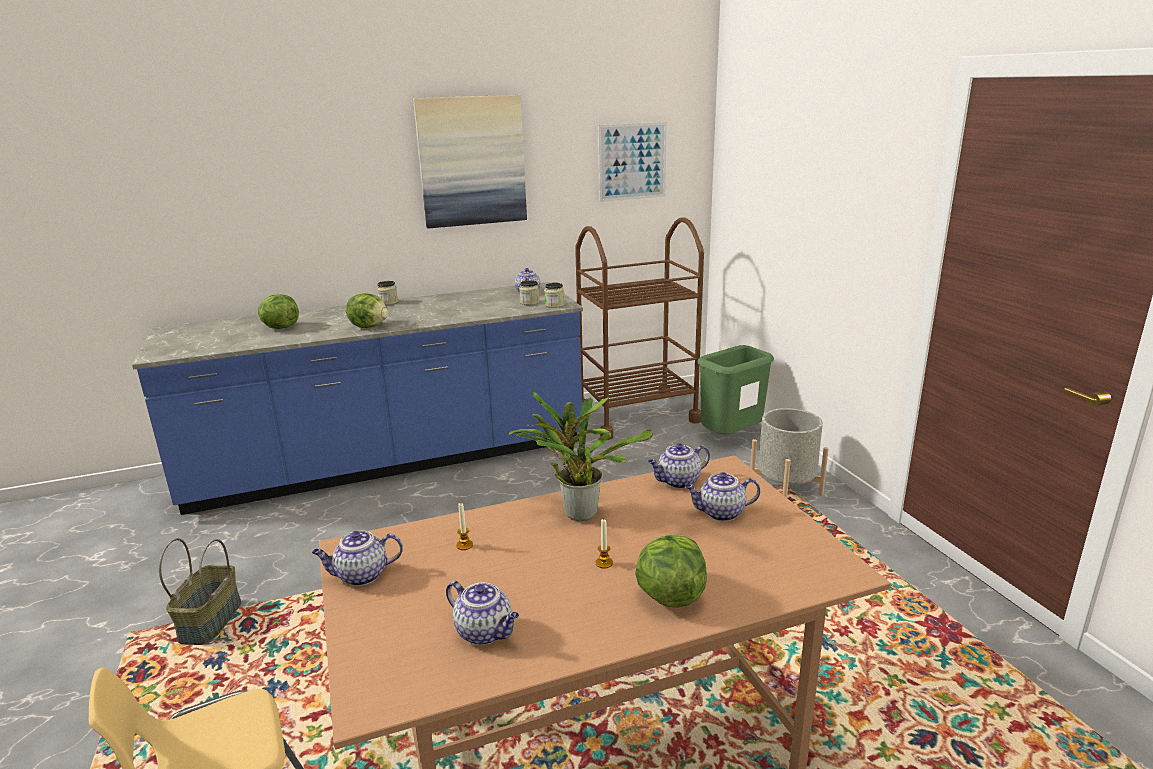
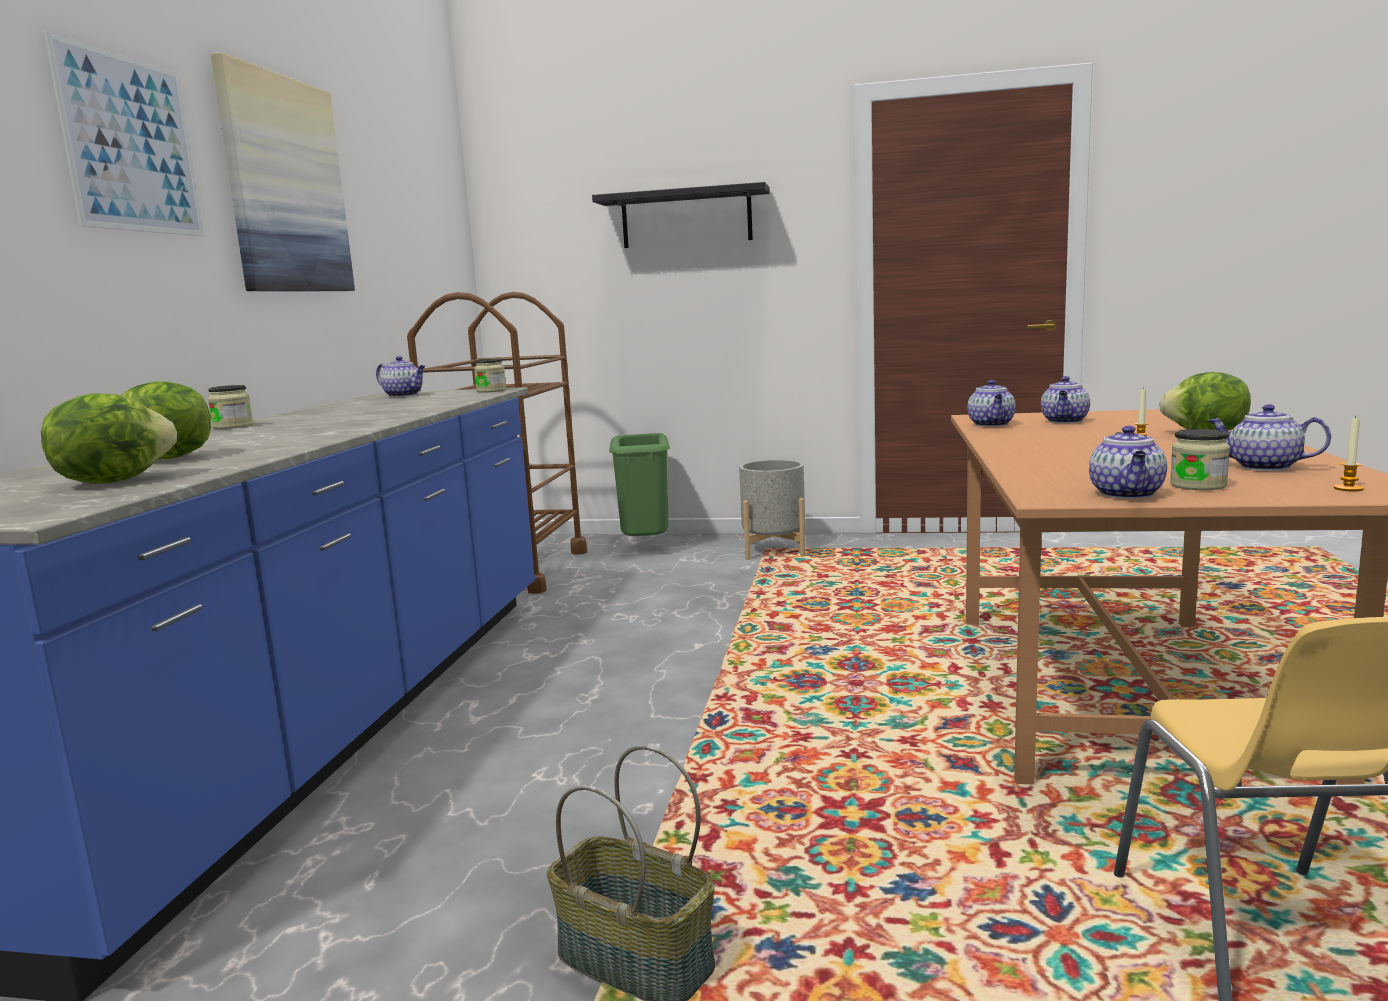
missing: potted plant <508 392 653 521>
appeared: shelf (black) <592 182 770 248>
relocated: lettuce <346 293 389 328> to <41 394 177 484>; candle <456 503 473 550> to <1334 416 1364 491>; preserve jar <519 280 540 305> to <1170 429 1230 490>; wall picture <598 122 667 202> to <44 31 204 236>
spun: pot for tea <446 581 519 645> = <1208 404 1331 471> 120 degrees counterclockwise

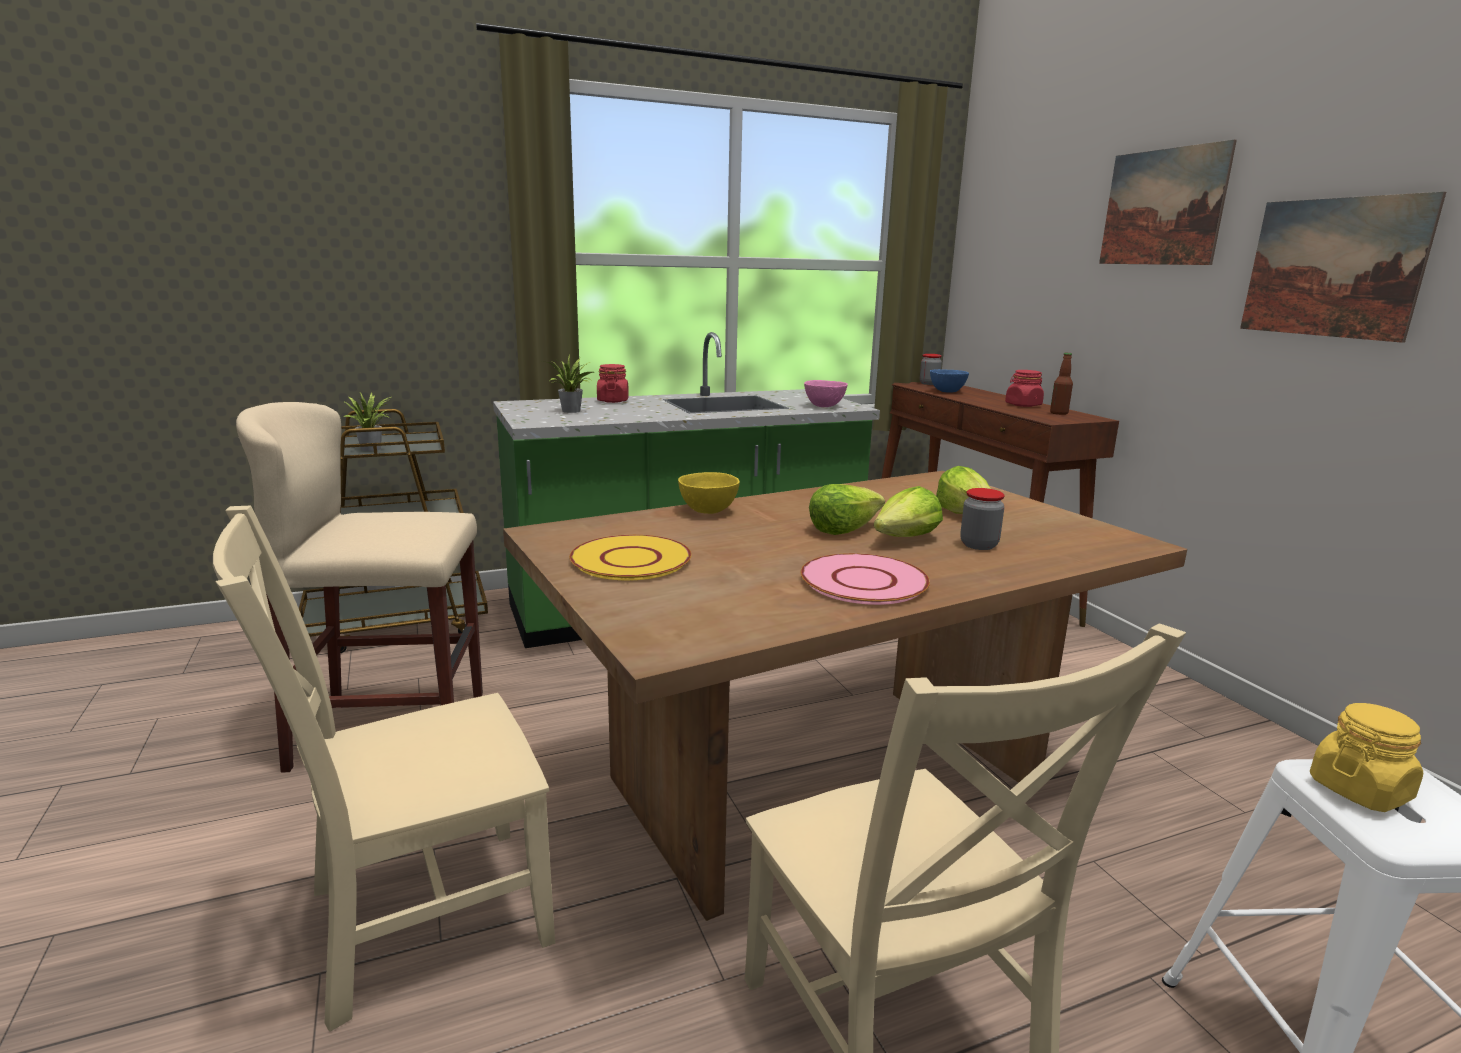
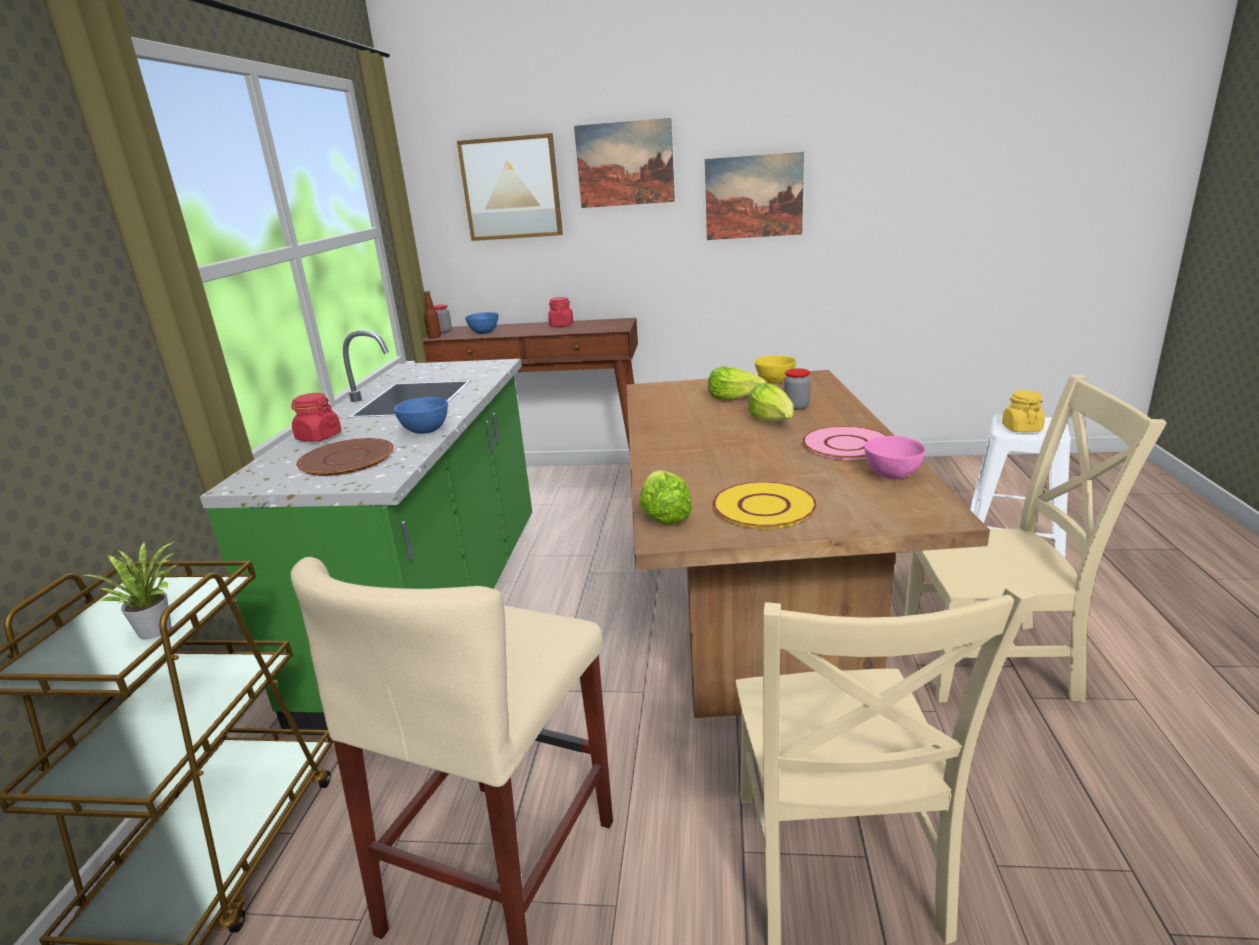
appeared: bowl (blue) <394 397 448 434>; wall picture <457 133 563 241>
relocated: bowl (yellow) <678 472 740 514> to <754 356 796 384>; bowl (pink-coloured) <804 380 848 407> to <864 436 926 480>; lettuce <809 484 885 535> to <639 470 692 525>; drink bottle <1050 353 1073 415> to <424 291 441 339>
exchanged: potted plant <548 355 594 413> to plate (brown) <296 438 394 476>

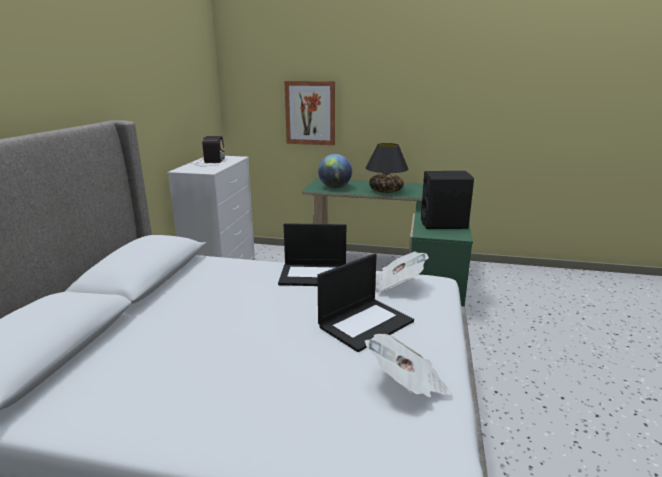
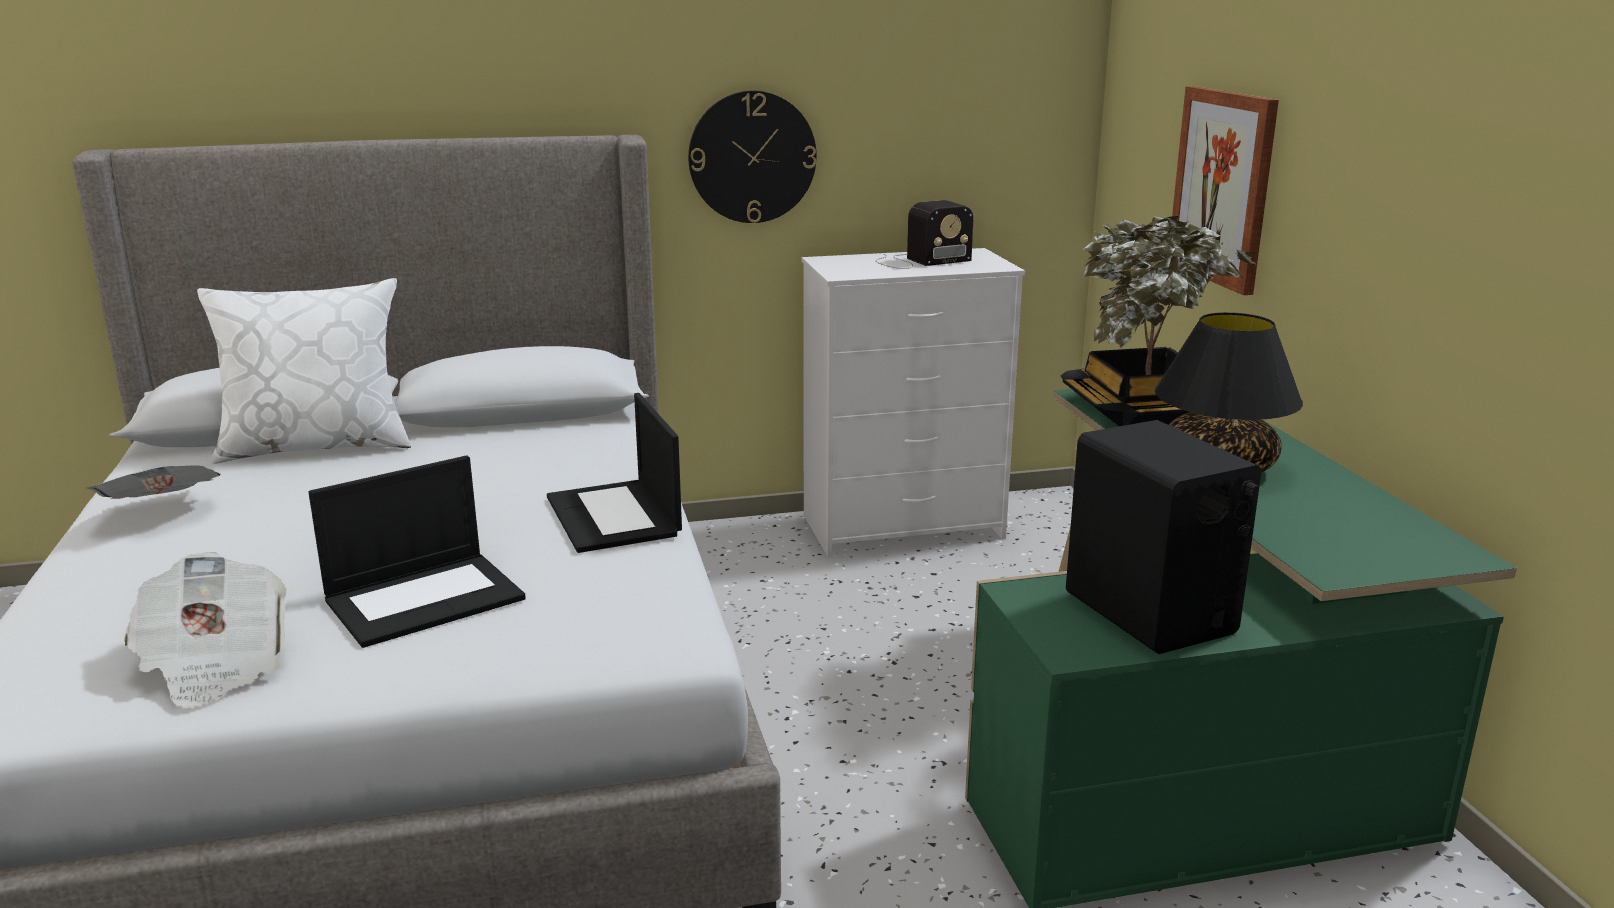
appeared: throw pillow (whitish) <197 278 411 464>; hanging clock <688 91 817 223>
relocated: printed paper <375 252 429 292> to <87 465 221 499>
exchanged: world globe <318 154 352 188> to potted plant <1060 216 1257 426>
spun: notebook computer <317 253 414 352> = <308 455 526 648> 60 degrees counterclockwise

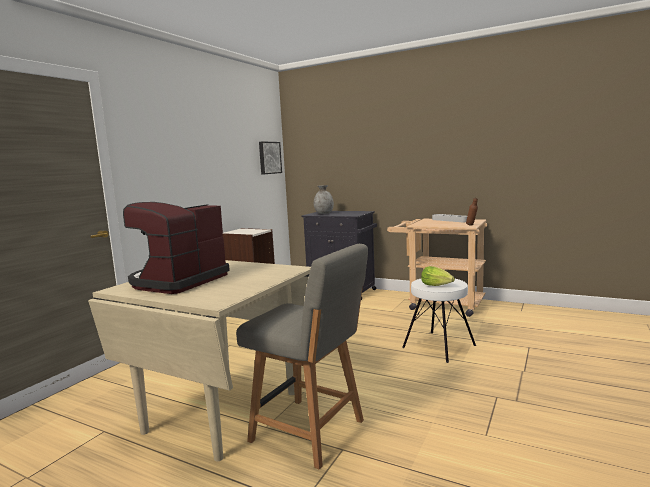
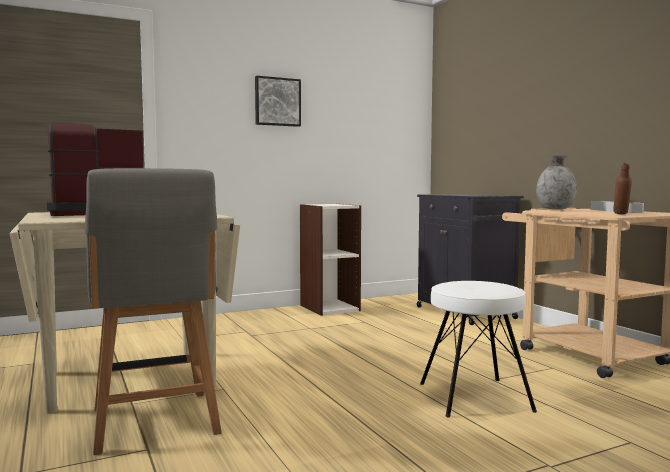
missing: lettuce <421 266 455 286>
relocated: wall picture <259 141 282 175> to <255 76 301 127>; flower vase (gray) <314 185 334 214> to <536 156 577 209>

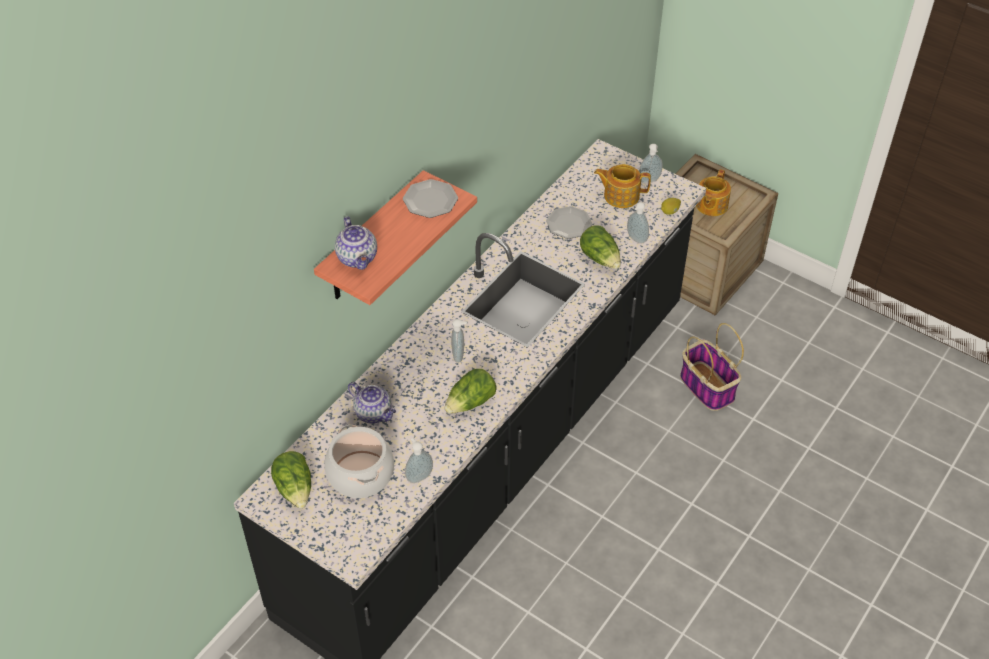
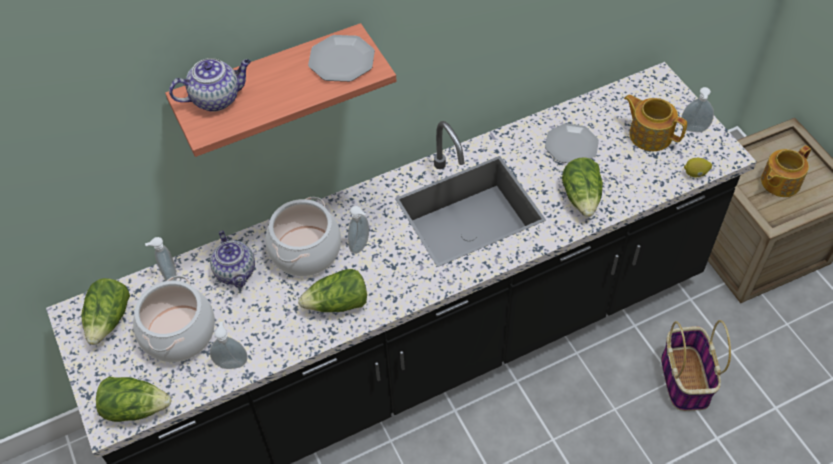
appeared: lettuce <96 377 171 422>; saucepot <265 197 341 276>
relocated: liquid soap bottle <627 202 649 244> to <145 237 177 281>
spun: pot for tea <335 216 377 270> = <169 58 251 112> 120 degrees counterclockwise

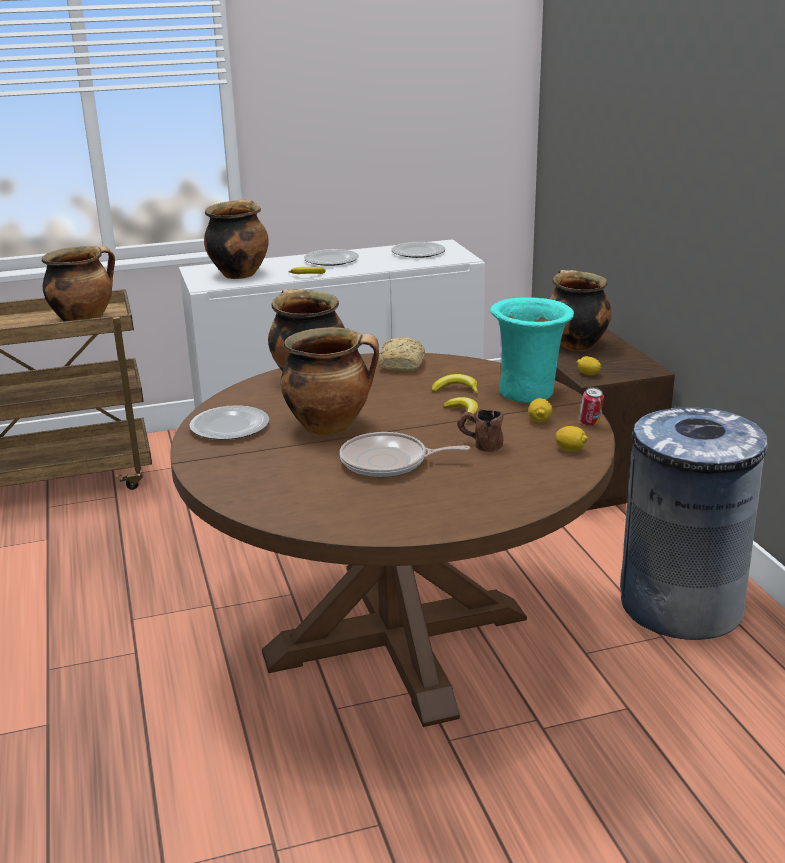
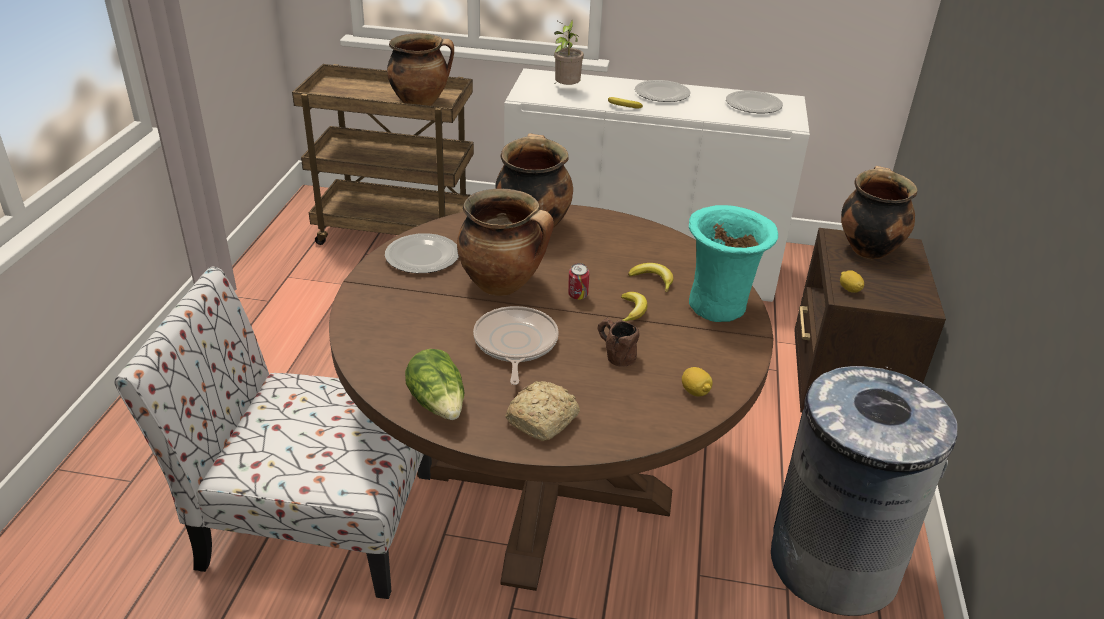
missing: lemon <528 398 552 423>
appeared: chair <114 267 432 599>; lettuce <405 349 464 420>
relocated: bread <379 337 425 371> to <505 381 580 441>; metal can <579 387 604 426> to <568 263 589 300>
exchanged: saucepot <204 199 269 279> to potted plant <554 20 584 85>
spun: frying pan <340 432 470 477> = <473 306 559 385> 60 degrees clockwise

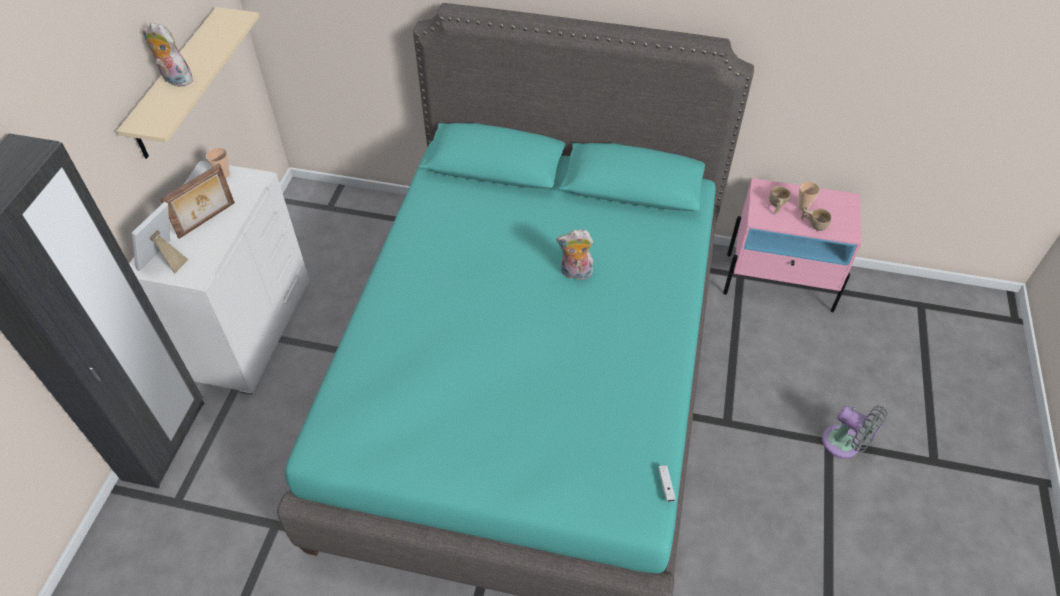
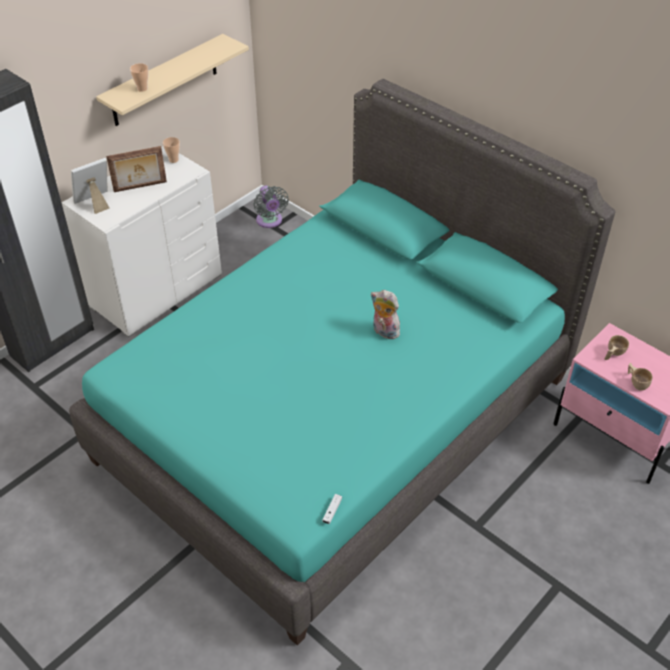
missing: cuddly toy <143 22 193 87>
relocated: small cup <798 182 820 210> to <130 63 149 92>; electric fan (gray) <822 406 888 458> to <253 186 289 228>

